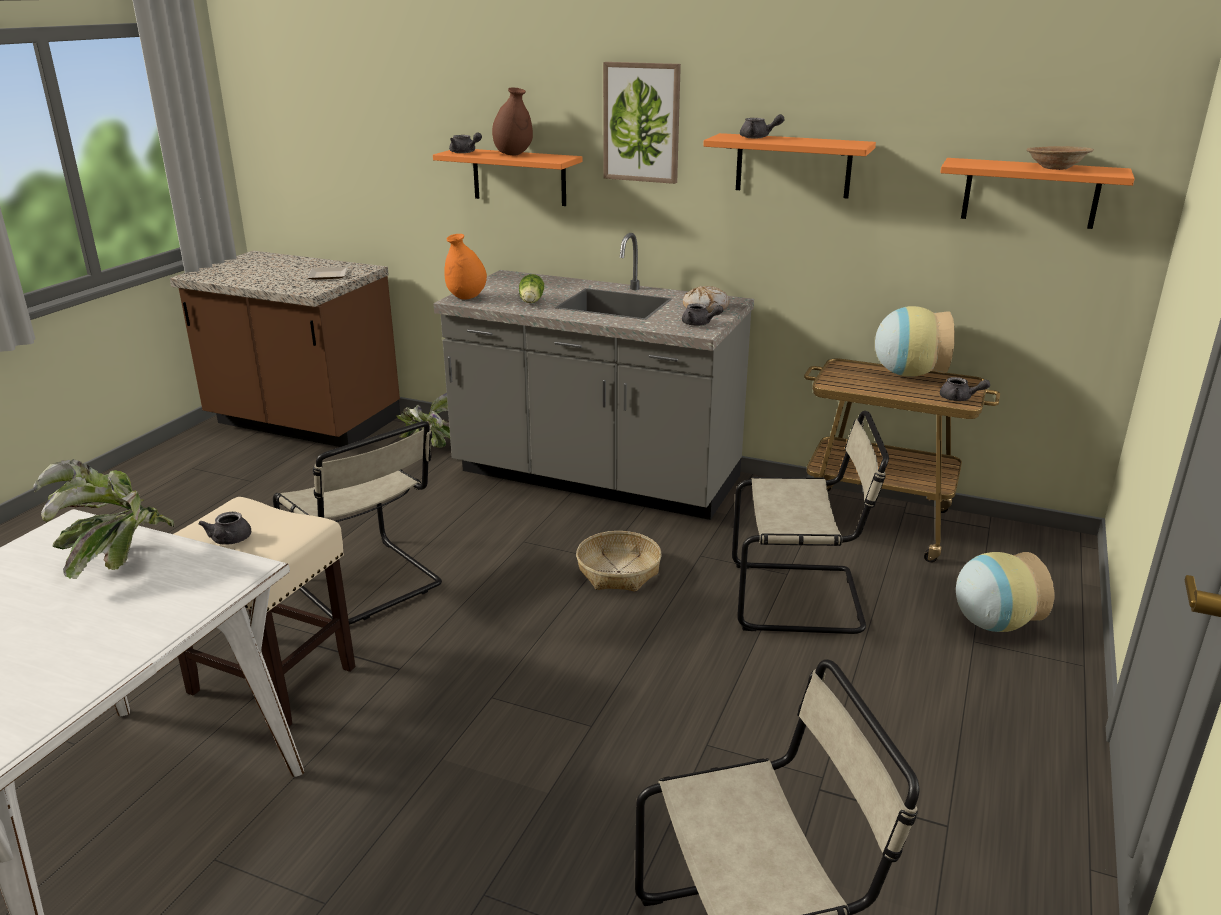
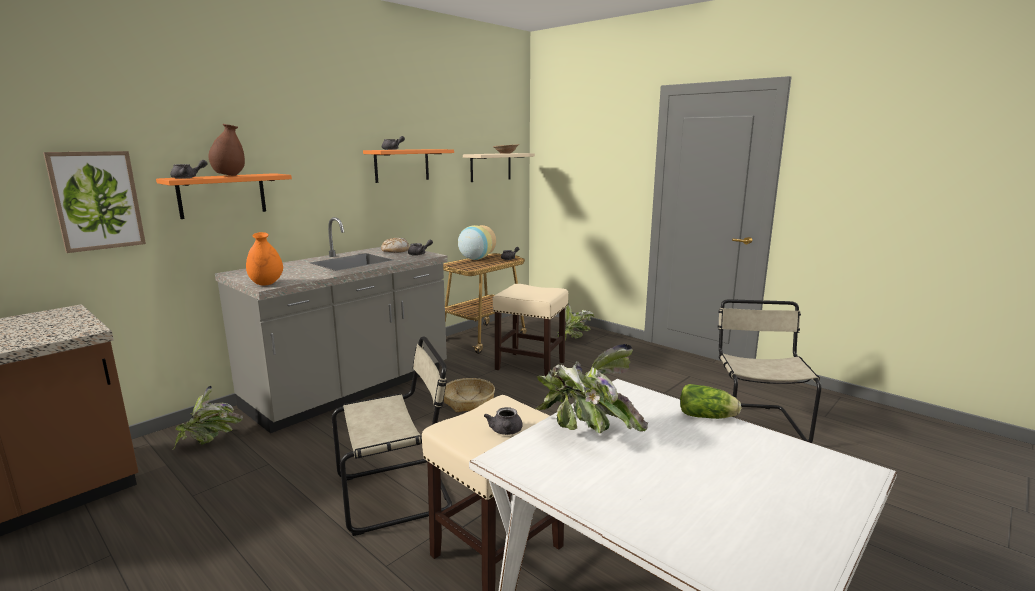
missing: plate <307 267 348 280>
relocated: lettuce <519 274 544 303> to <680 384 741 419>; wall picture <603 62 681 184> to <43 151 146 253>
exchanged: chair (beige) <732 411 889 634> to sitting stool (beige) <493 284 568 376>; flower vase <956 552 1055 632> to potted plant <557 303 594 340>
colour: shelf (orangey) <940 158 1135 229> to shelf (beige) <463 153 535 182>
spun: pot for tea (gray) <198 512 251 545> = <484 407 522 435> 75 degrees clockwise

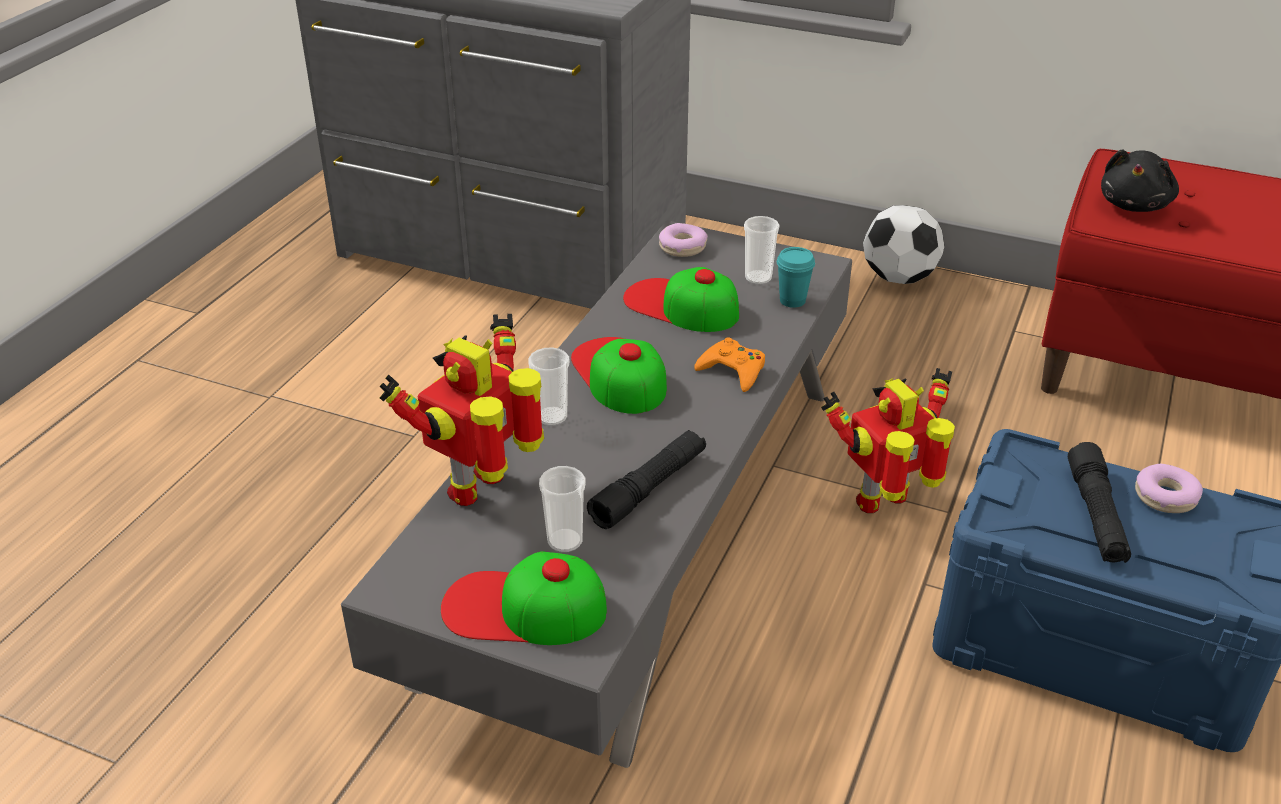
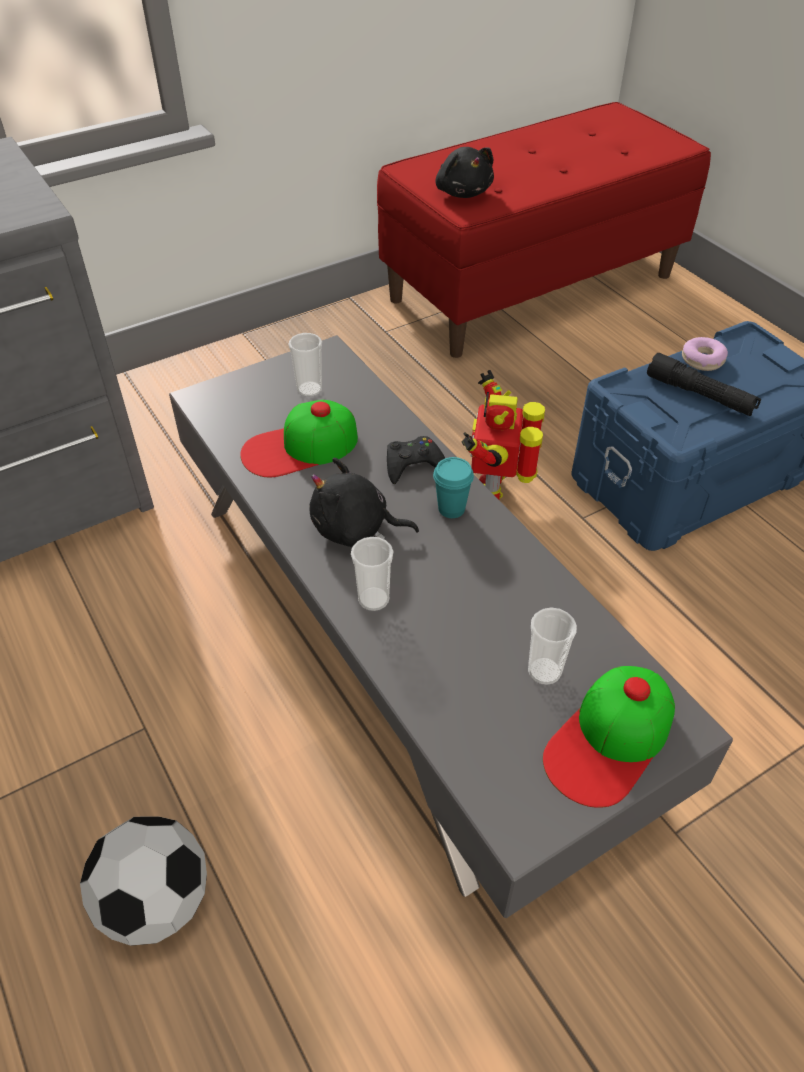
missing: model robot <379 314 544 506>; hand torch (black) <587 430 706 529>; doughnut <659 223 708 257>
relocated: small cup (blue-green) <777 247 815 308> to <433 457 474 518>; ball for football <863 205 944 284> to <80 816 207 946>
exchanged: peaked cap <571 337 667 414> to cuddly toy (black) <309 458 419 547>
colour: game controller (orangey) <694 338 765 392> to game controller (black) <387 436 445 484>

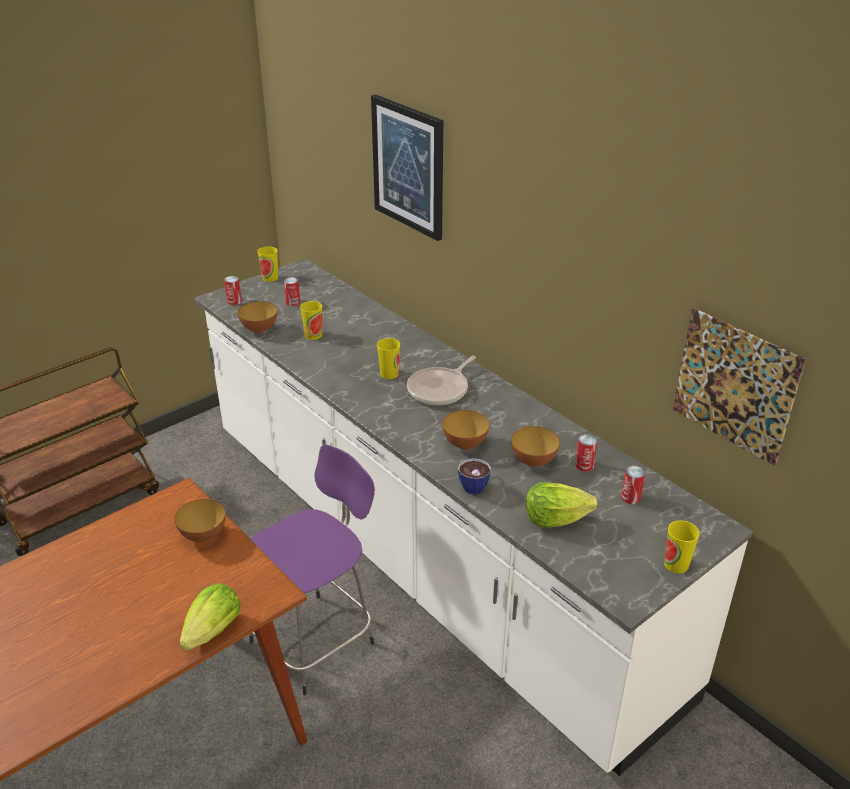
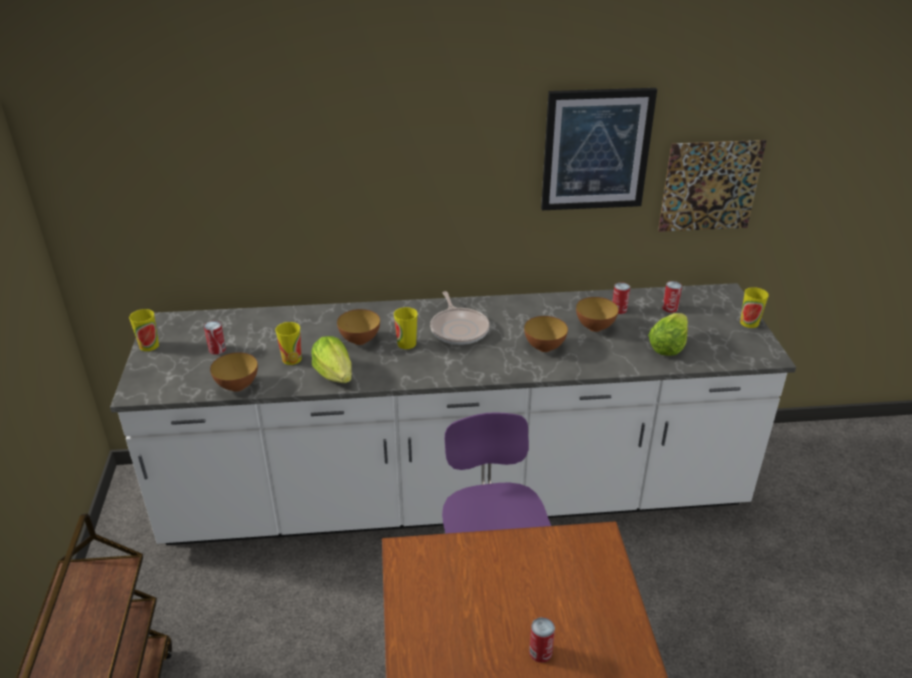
missing: small cup <458 458 491 494>
relocated: bowl <175 499 226 542> to <337 309 380 345>; lettuce <179 583 241 651> to <311 336 352 383>; metal can <224 276 242 305> to <529 617 555 663>; wall picture <371 94 443 241> to <541 88 657 210>

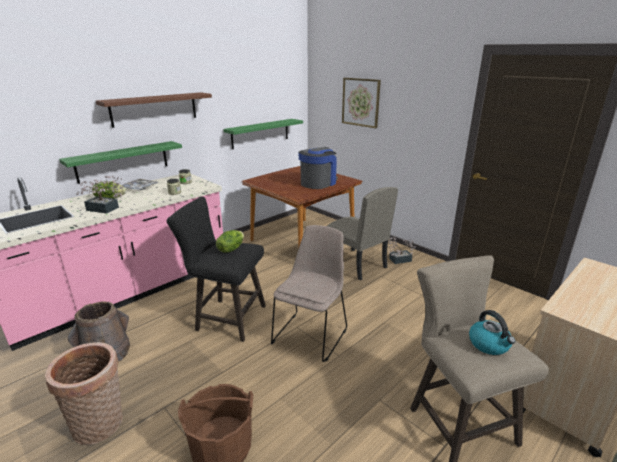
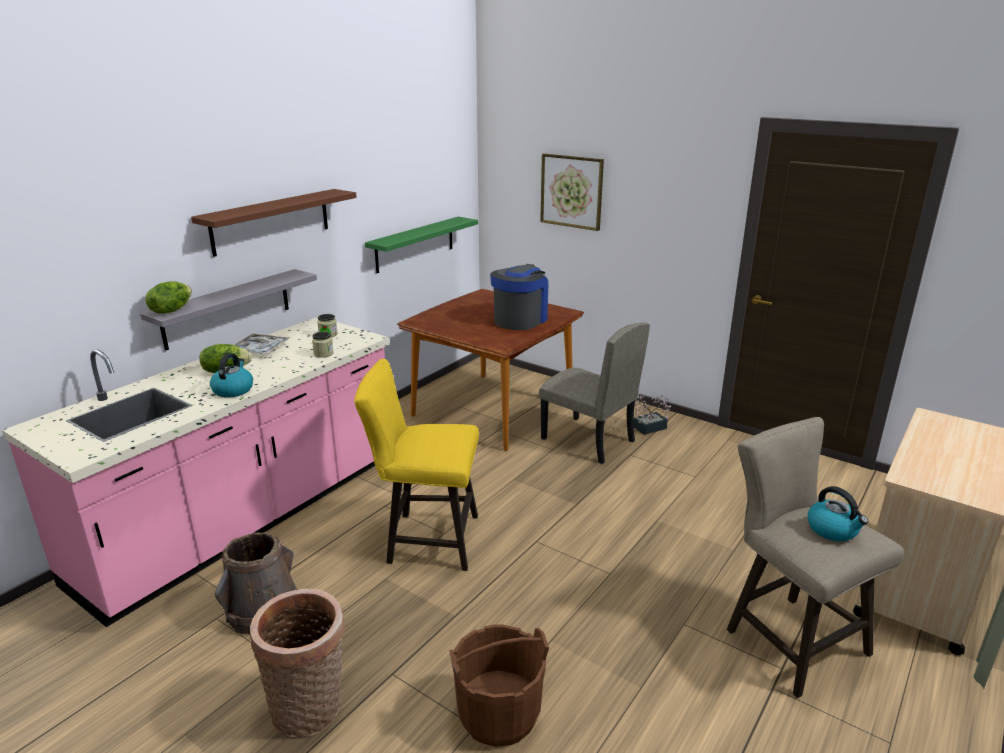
missing: chair (beige) <271 225 347 362>
relocated: lettuce <216 230 244 253> to <145 281 192 314>
exchanged: potted plant <76 176 122 214> to water kettle <210 353 253 398>
colour: shelf (green) <59 141 182 184> to shelf (gray) <140 269 317 351>; sitting stool (black) <166 197 266 342> to sitting stool (yellow) <354 359 479 571>

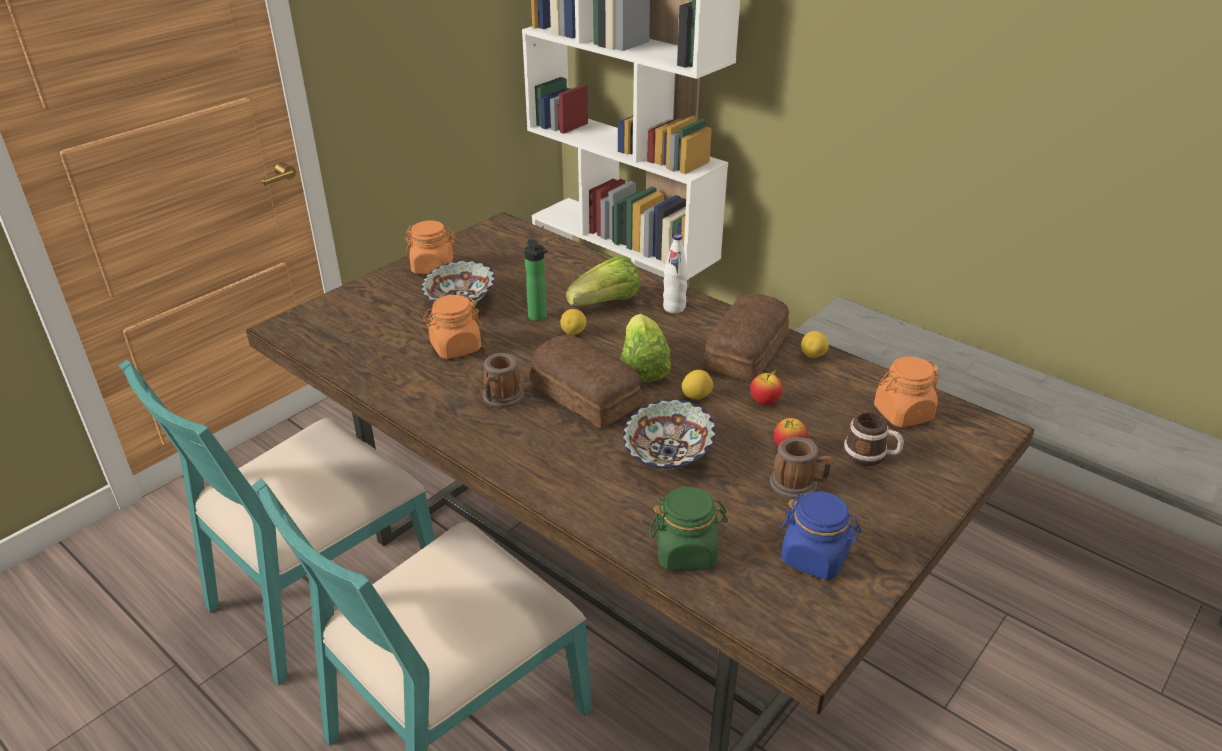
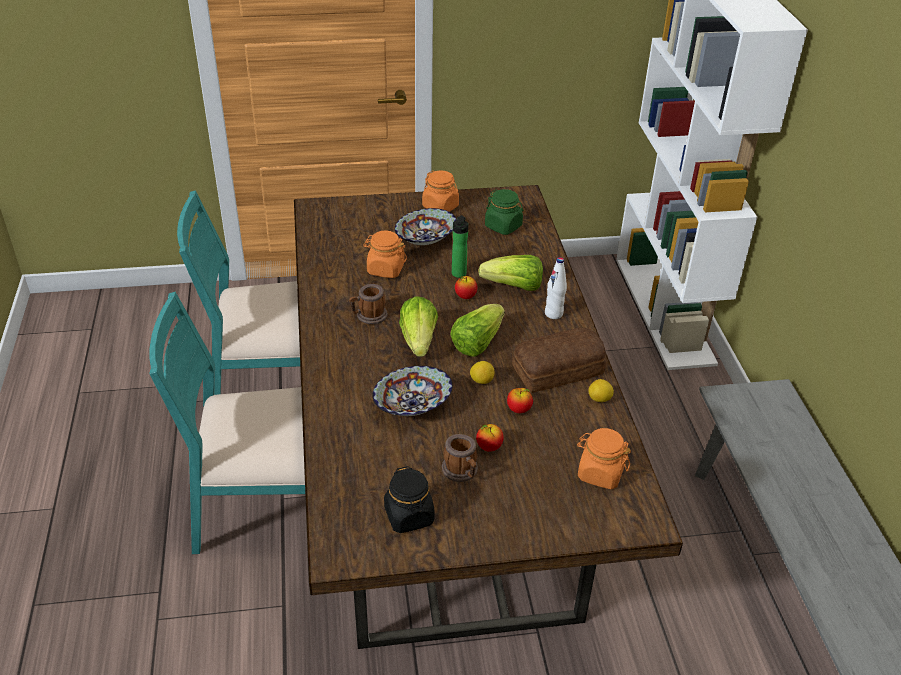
missing: tea mug <844 412 904 466>
relocated: preserve jar (green) <649 487 728 570> to <485 189 523 235>
exchanged: bread <530 335 642 428> to lettuce <399 296 438 357>; lemon <560 309 587 335> to apple fruit <455 276 477 299>
colour: preserve jar (blue) <780 492 862 580> to preserve jar (black) <384 466 434 533>

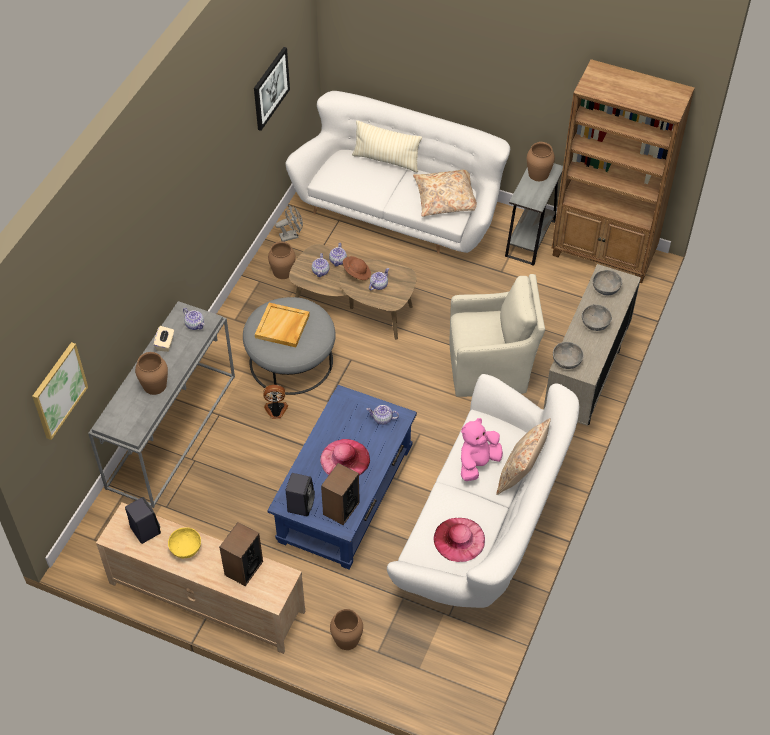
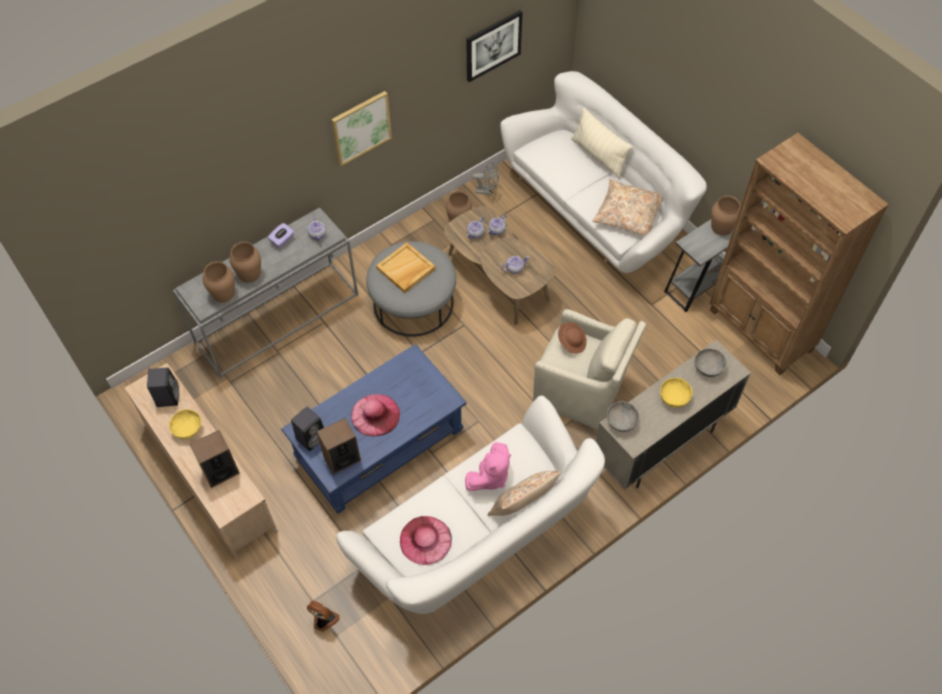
missing: pot for tea <367 405 399 425>
relocated: wall picture <32 342 88 440> to <332 91 392 166>; electric fan <263 385 288 419> to <307 600 340 632>; flower vase (brown) <330 609 363 650> to <202 261 235 302>; wearable hat (brown) <343 256 371 280> to <558 322 587 354>
colour: box of tissues (beige) <154 326 174 352> to box of tissues (purple) <268 223 294 249>; bowl (gray) <582 304 612 331> to bowl (yellow) <660 378 692 408>
spun: cuddly toy (pink-coloured) <461 418 503 481> = <465 442 511 491> 150 degrees clockwise

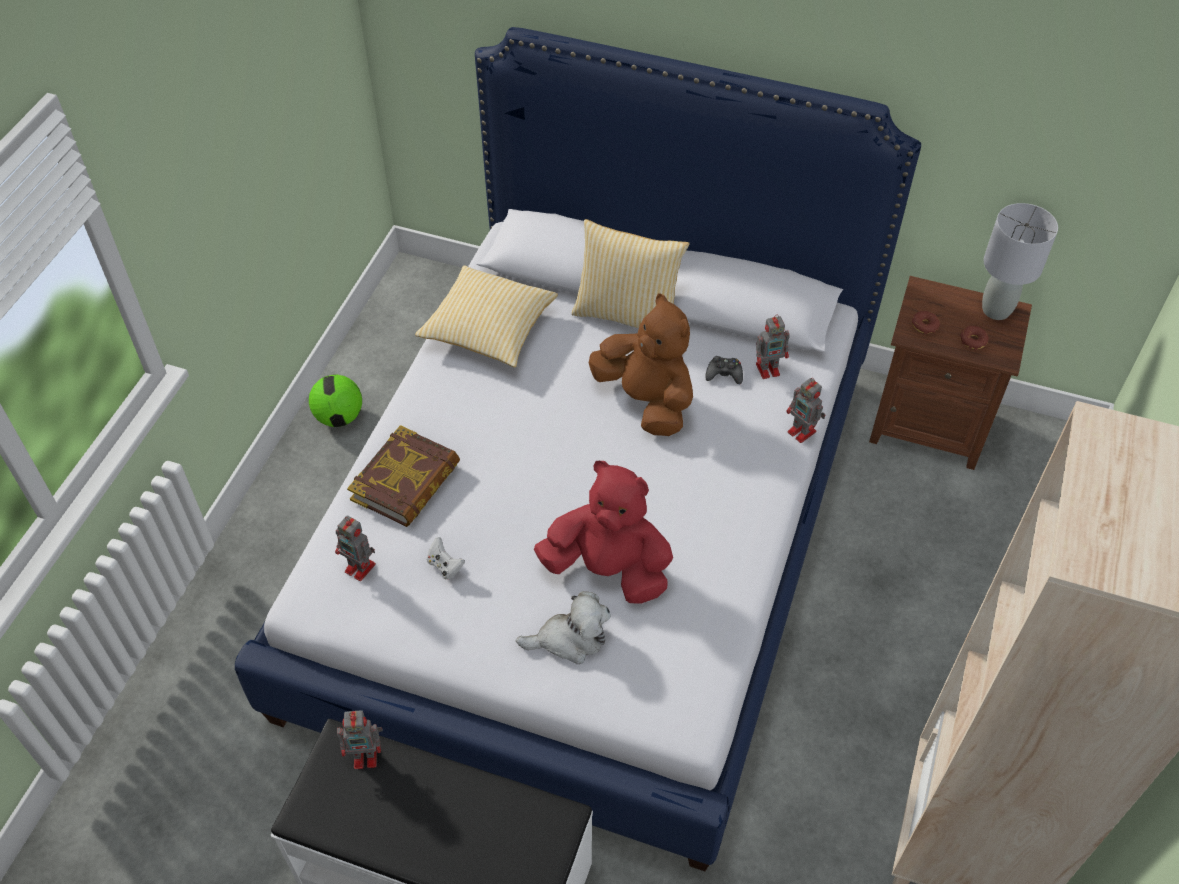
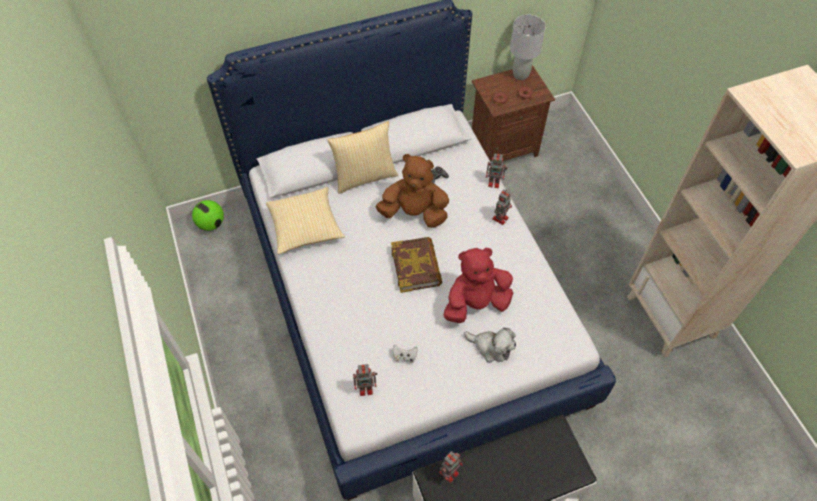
relocated: ball for football <309 375 362 427> to <192 200 224 231>; volume <347 425 460 527> to <391 237 442 293>; model robot <756 315 790 379> to <492 189 512 225>
spun: cuddly toy <516 591 611 664> = <464 327 516 363> 75 degrees clockwise

